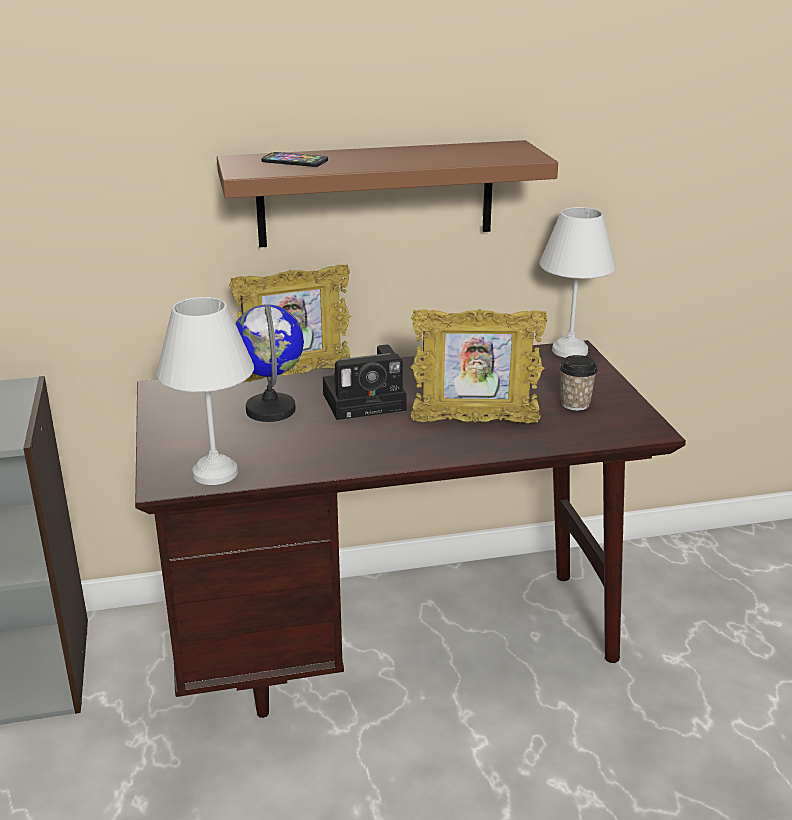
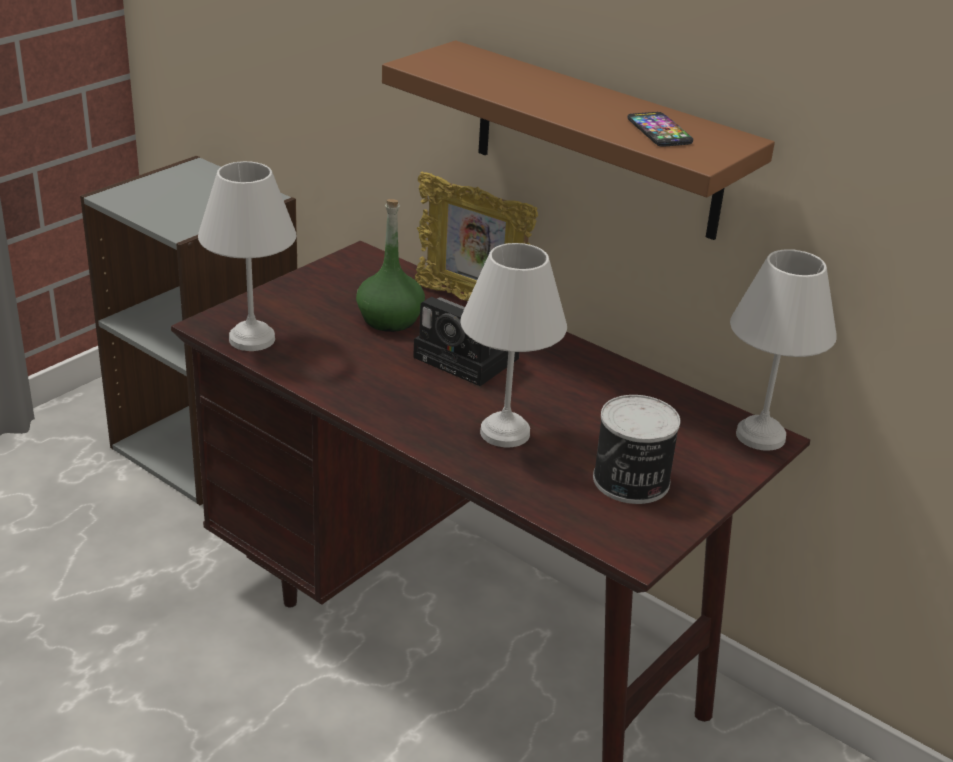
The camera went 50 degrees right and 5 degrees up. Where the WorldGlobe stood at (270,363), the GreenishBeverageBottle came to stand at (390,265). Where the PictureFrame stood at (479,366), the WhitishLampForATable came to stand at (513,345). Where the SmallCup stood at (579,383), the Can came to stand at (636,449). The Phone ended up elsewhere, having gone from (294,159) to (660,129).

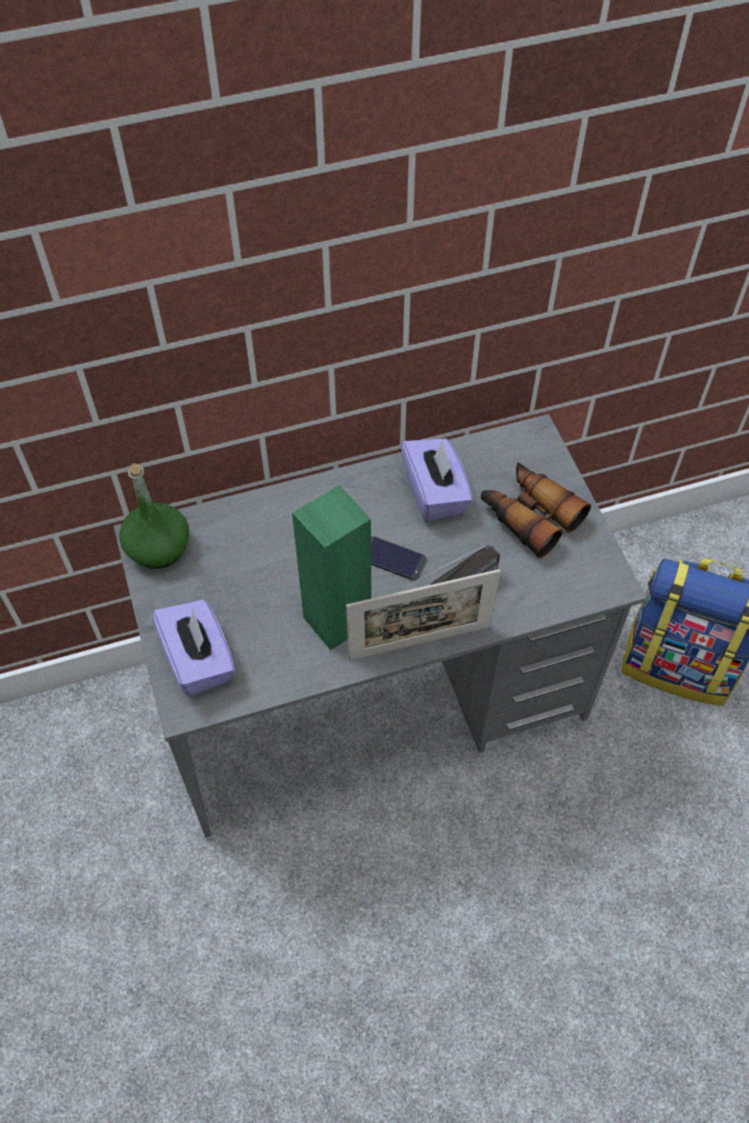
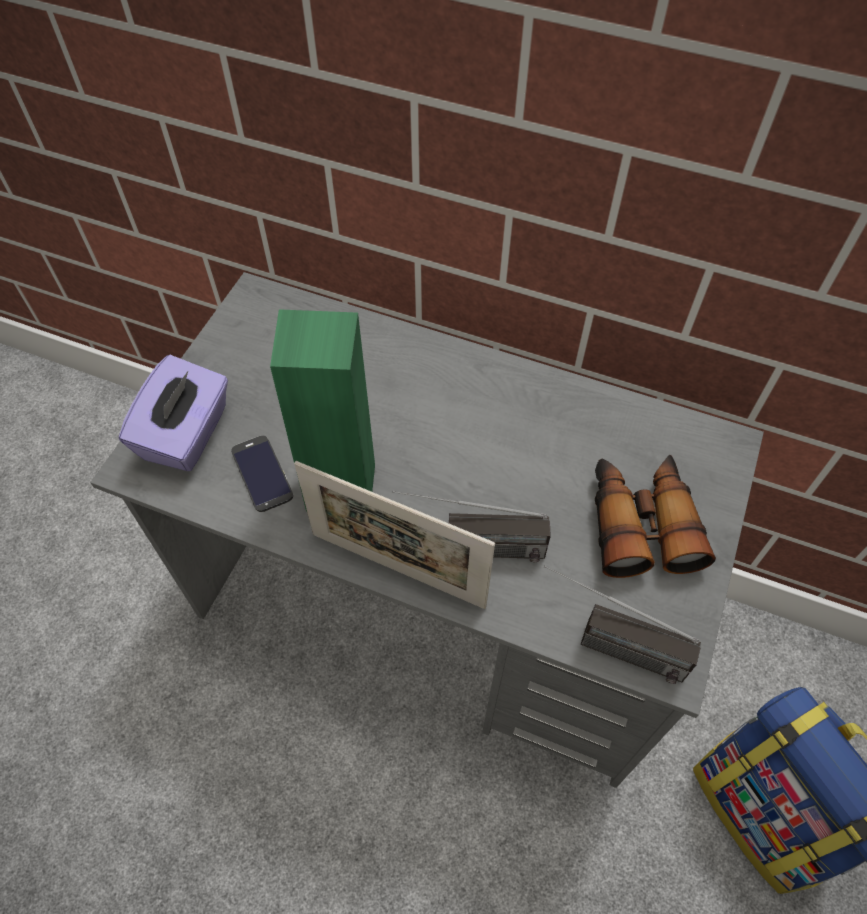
The camera went 40 degrees right and 0 degrees up. The Phone ended up elsewhere, having gone from (399,558) to (262,473). The second view gained the Radio at (622,625). The second view lost the GreenishBeverageBottle at (154,516). The second view lost the PurplishTissueHolder at (437,480).

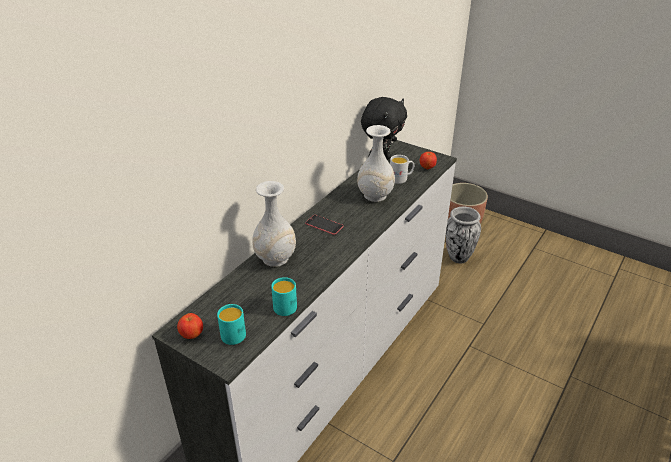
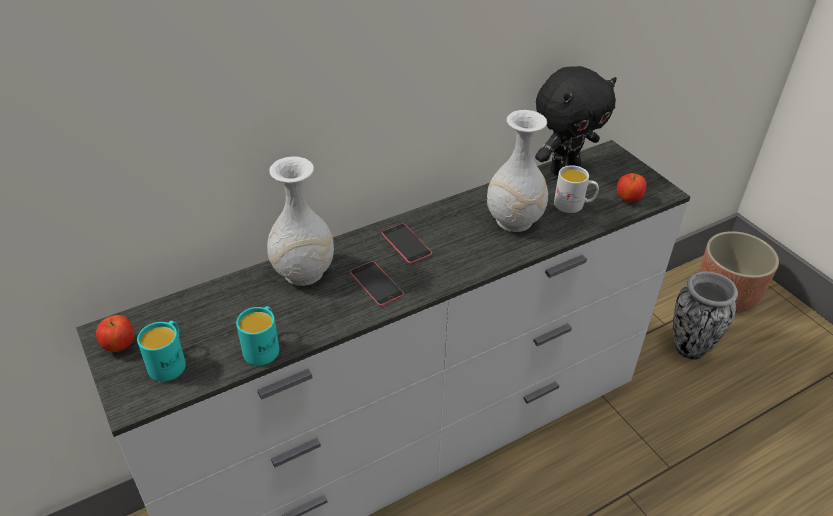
The camera went 25 degrees right and 5 degrees up. The second view gained the Phone at (377,283).

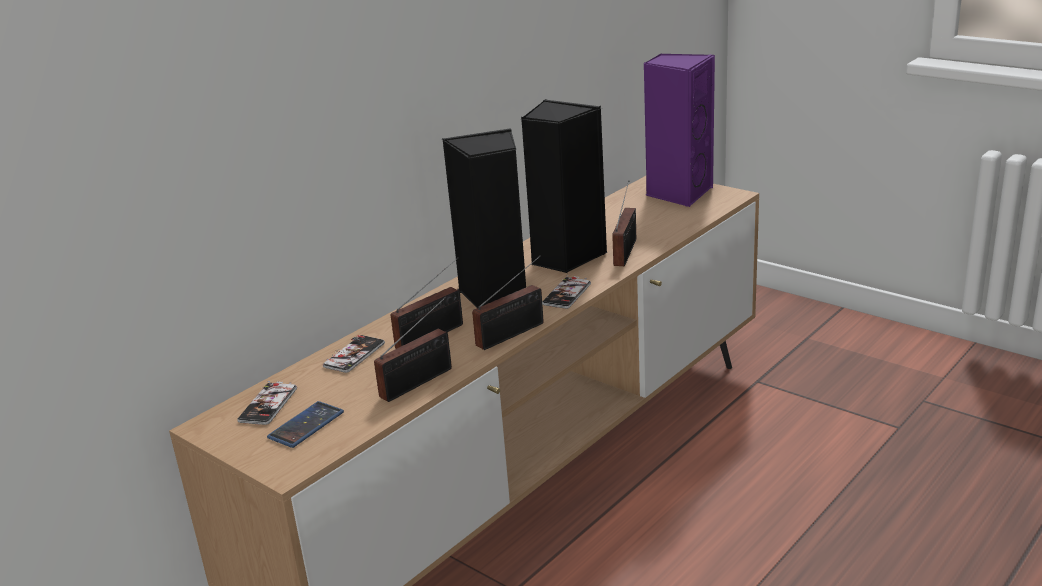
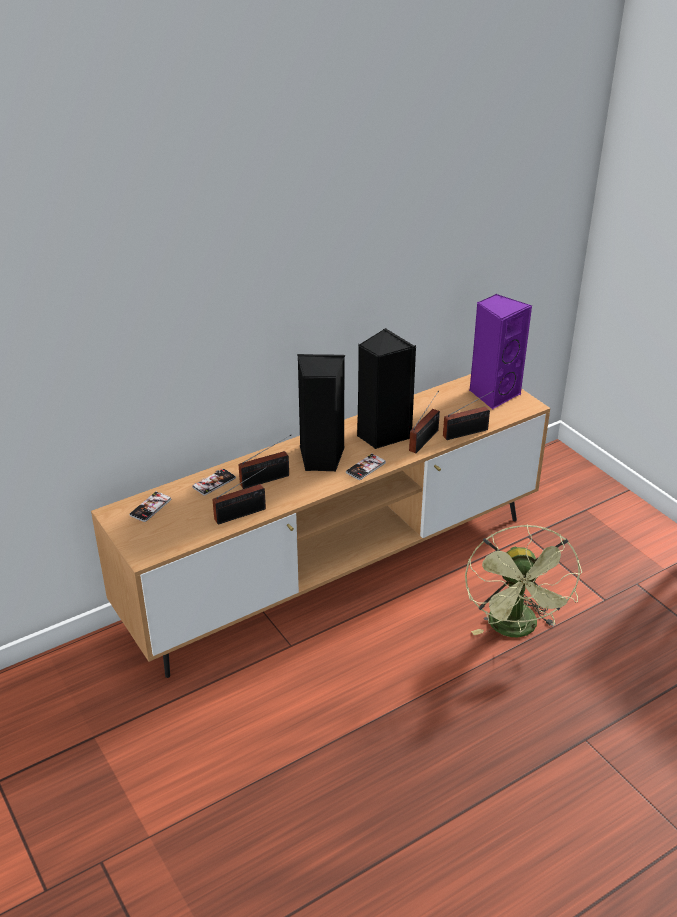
The camera went 15 degrees right and 10 degrees up. The Radio ended up elsewhere, having gone from (508,302) to (468,415). The second view gained the GreenishCoolingFan at (523,580). The second view lost the Phone at (305,424).

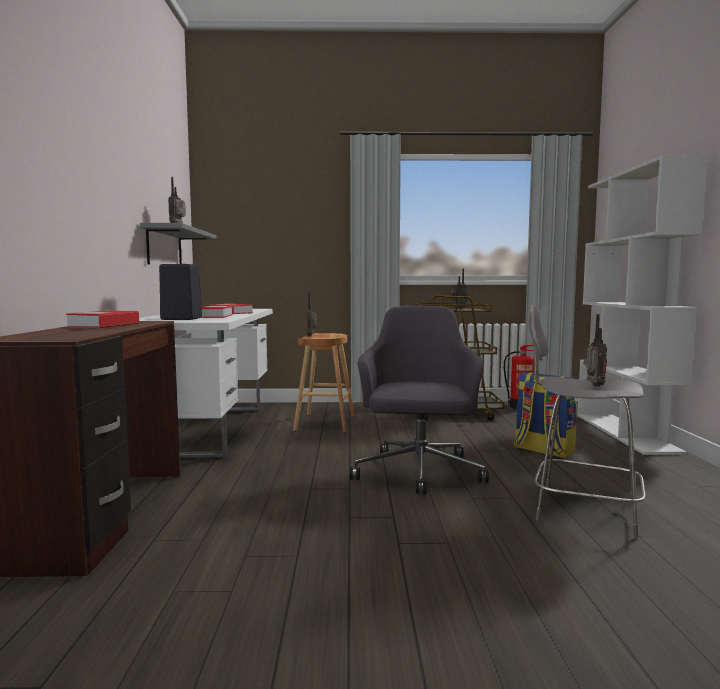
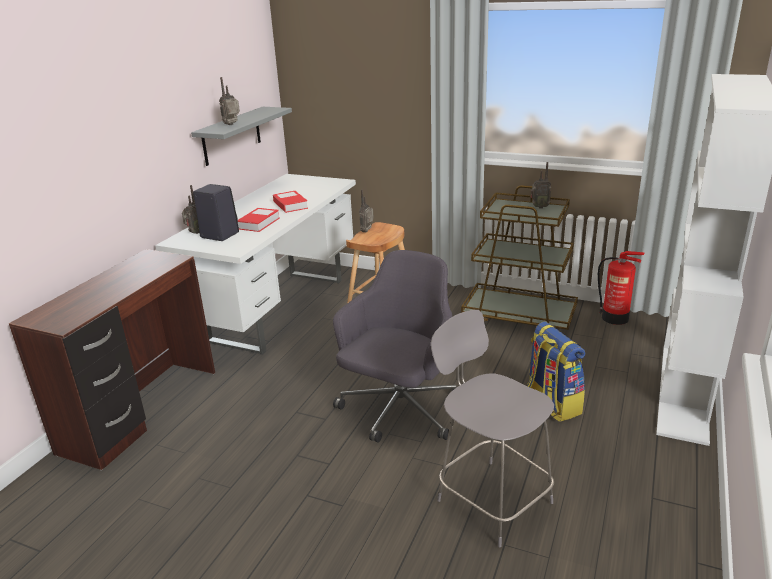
The camera went 25 degrees right and 20 degrees up. The Radio ended up elsewhere, having gone from (595,350) to (190,209). The second view lost the BoundBook at (102,319).

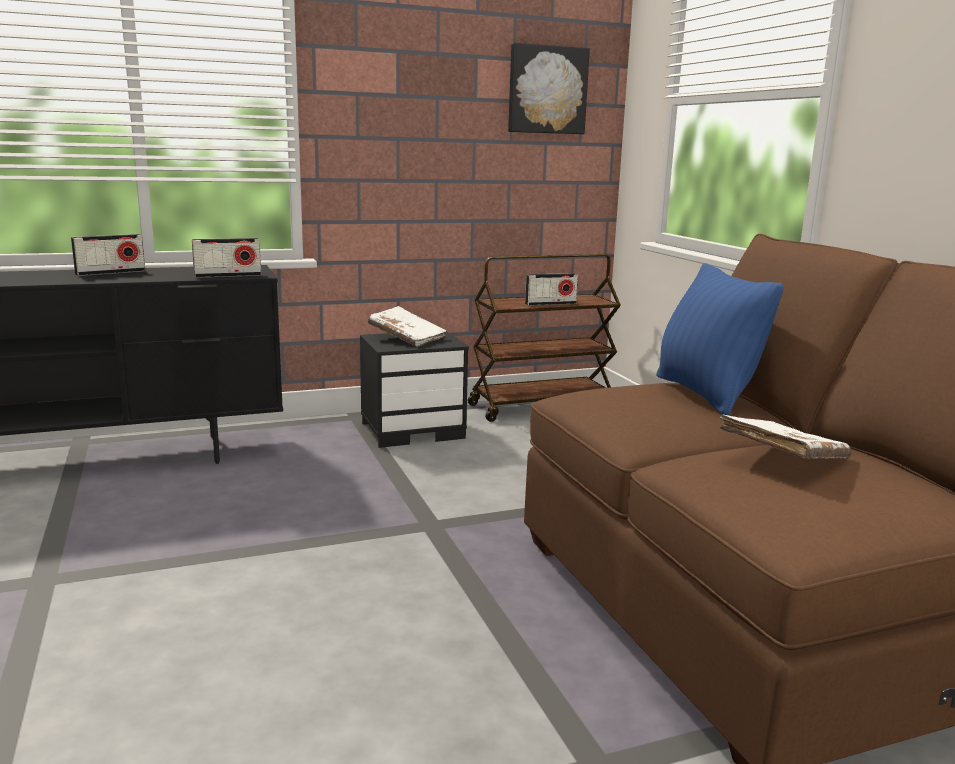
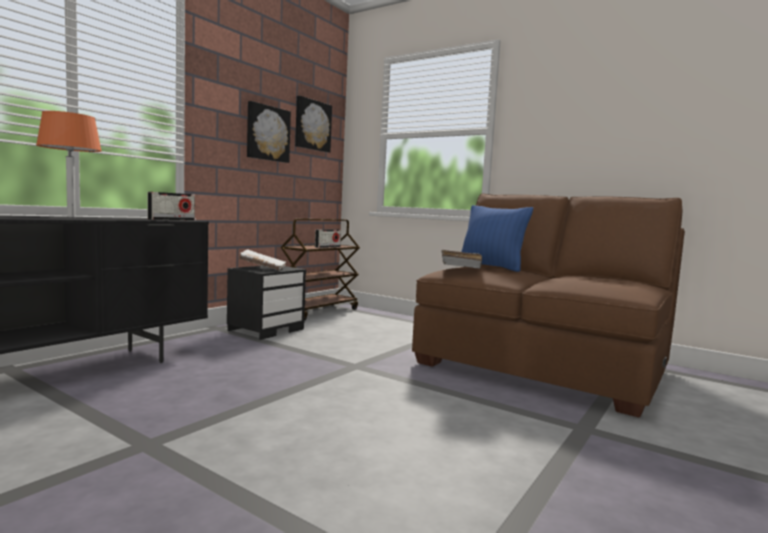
The camera went 35 degrees left and 10 degrees down. Where the Radio stood at (108,255), the OrangeyLampForATable came to stand at (69,164). The second view gained the Picture at (269,132). The WhitishBoundBook ended up elsewhere, having gone from (785,436) to (461,259).

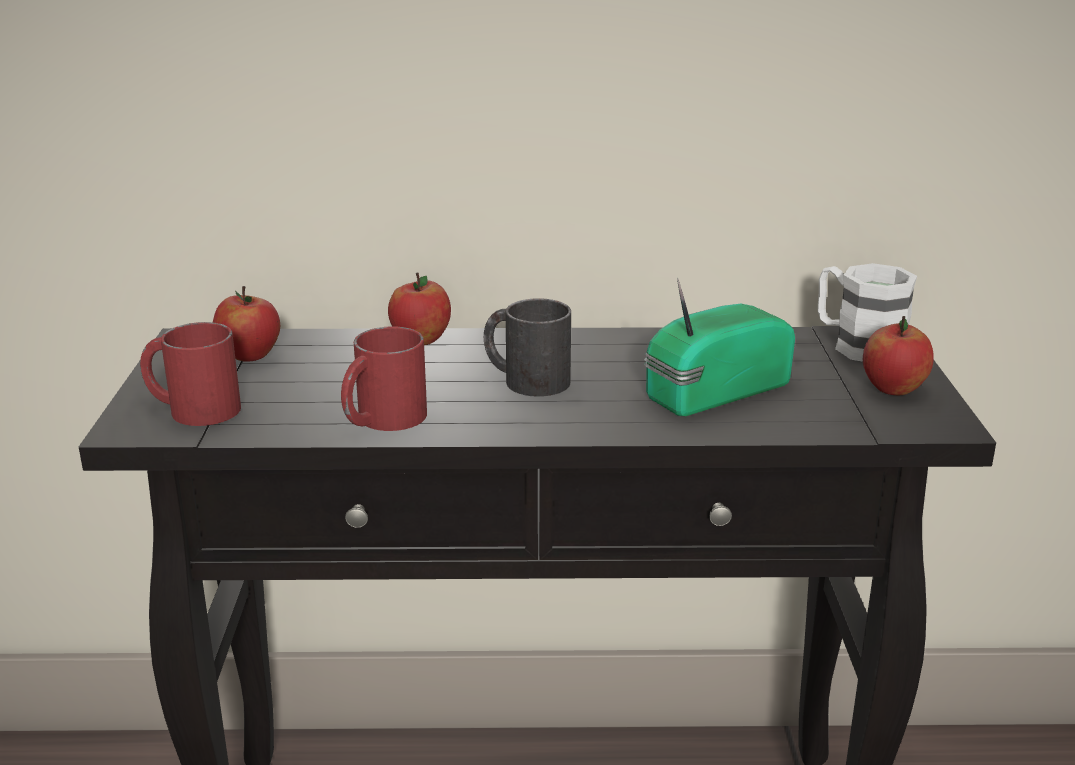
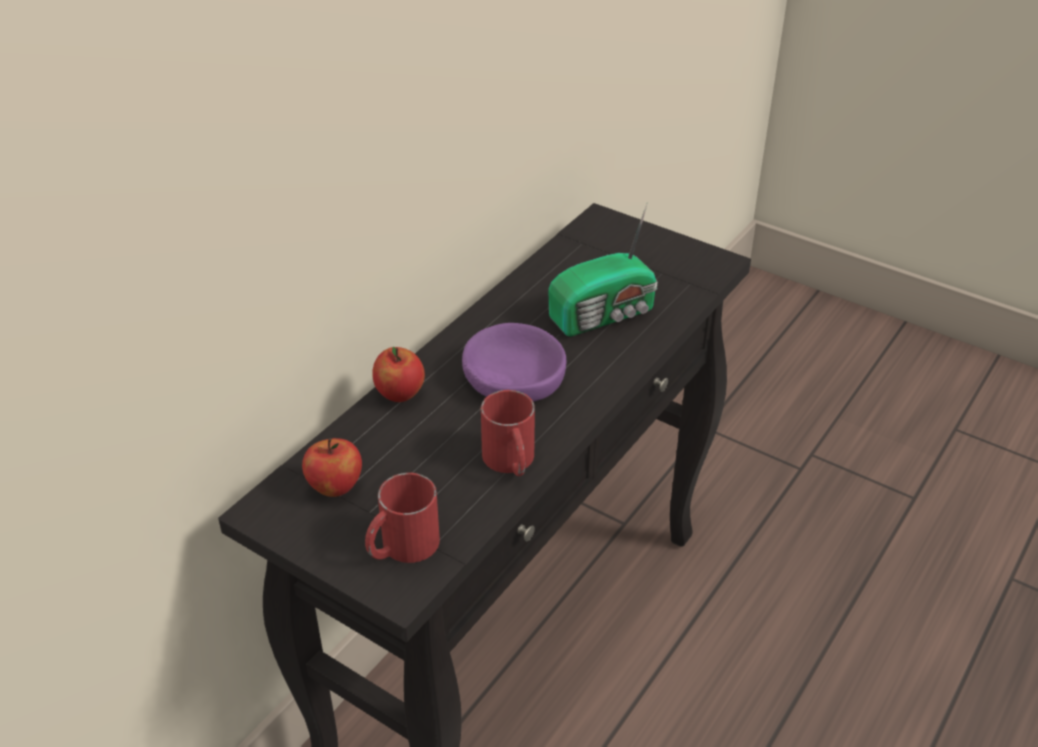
The camera went 55 degrees left and 15 degrees up. Where the BlackColouredMug stood at (527,347), the PurplishServingBowl came to stand at (514,362). The Radio at (719,347) ended up facing another way, 120 degrees counterclockwise from before. The second view lost the WhitishMug at (867,312). The second view lost the AppleFruit at (898,355).

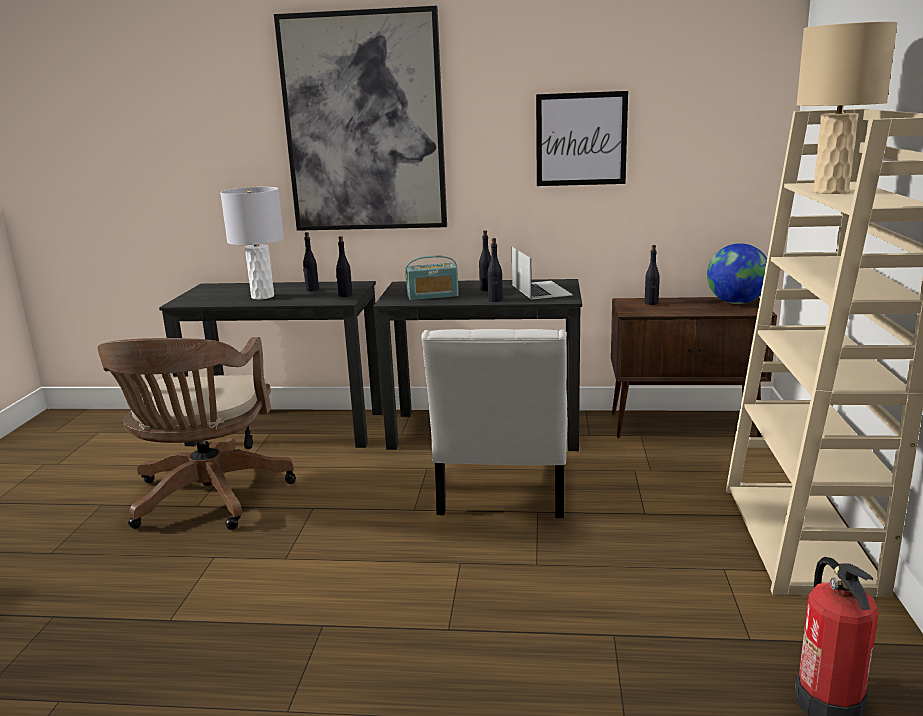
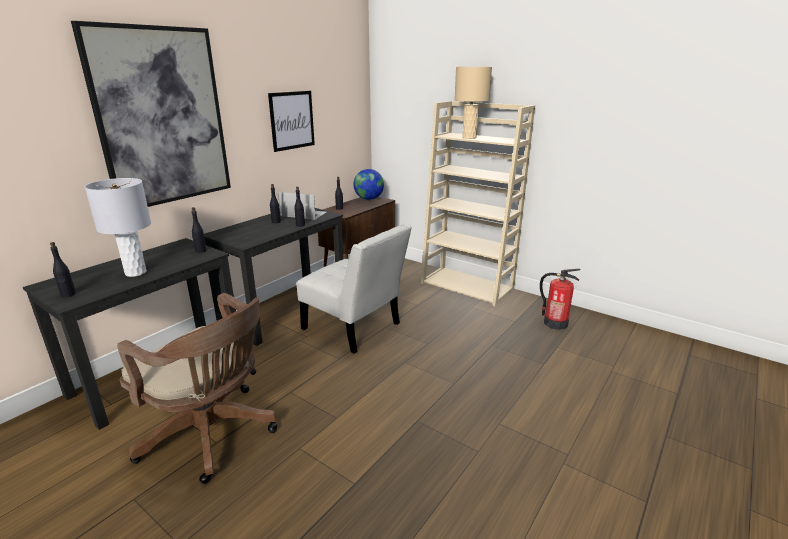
The camera went 60 degrees left and 5 degrees up. The BlackColouredBeverageBottle ended up elsewhere, having gone from (311,261) to (63,269). The second view lost the Radio at (432,278).

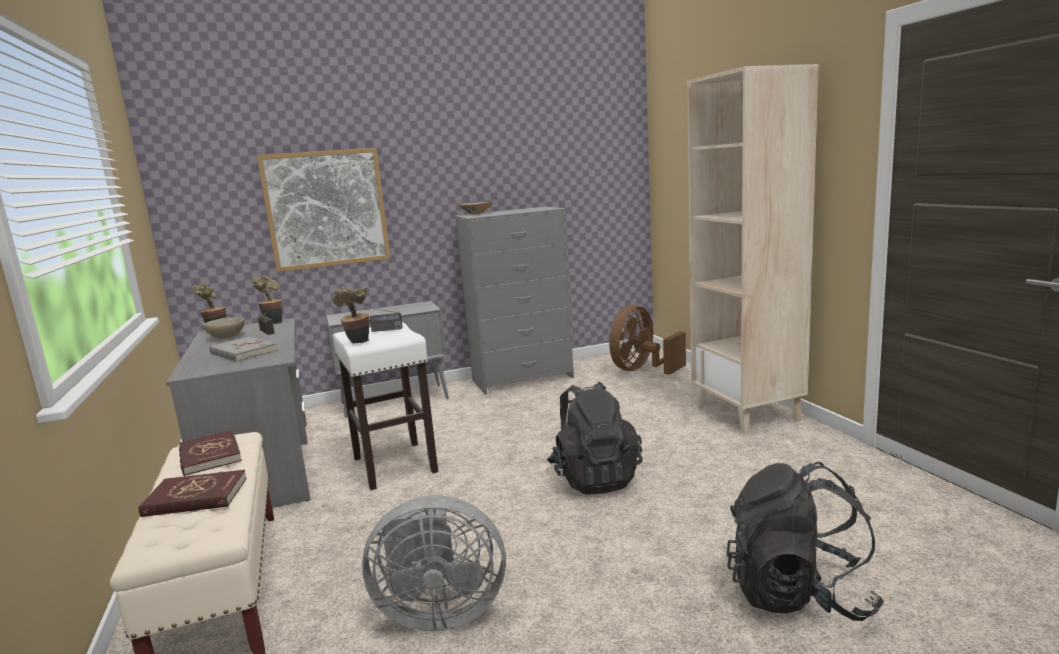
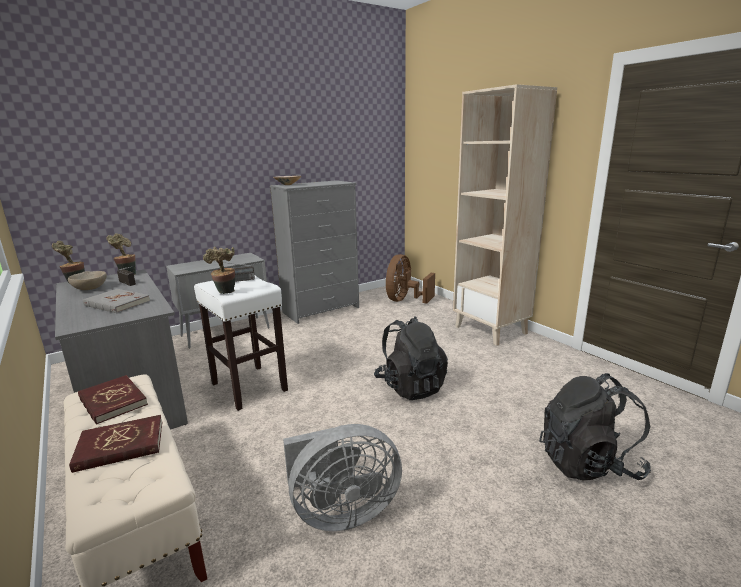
The camera went 15 degrees left and 5 degrees up. The second view lost the Picture at (324,210).

